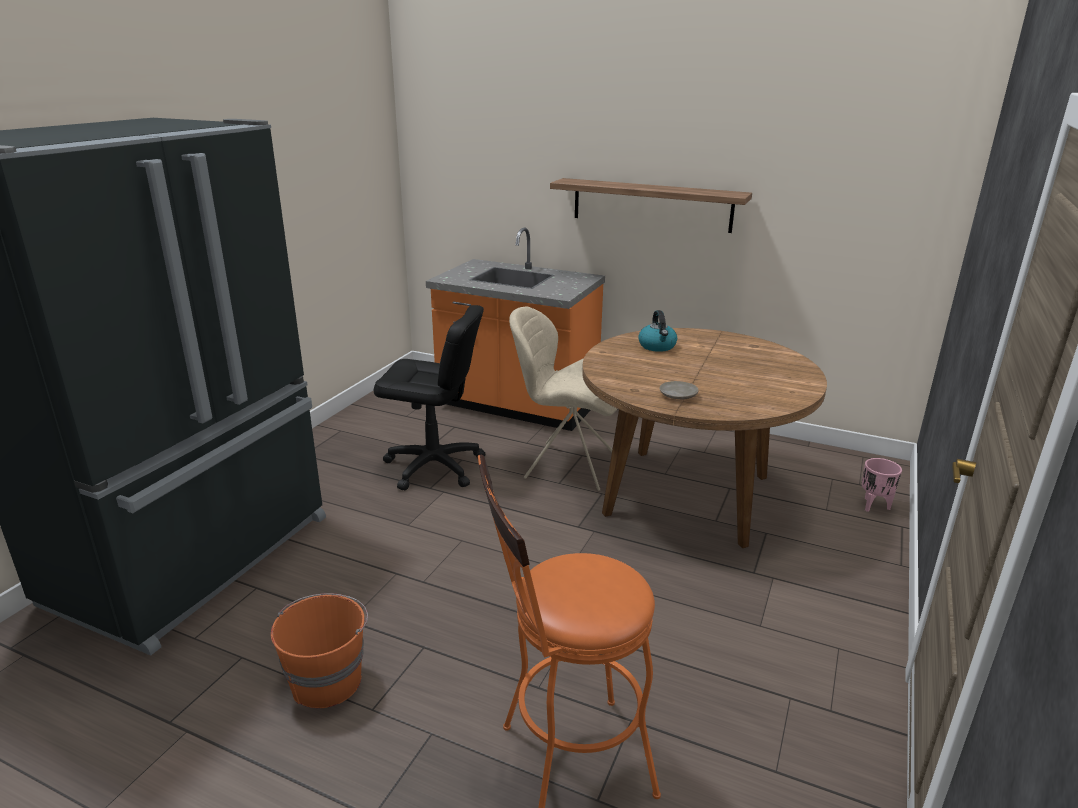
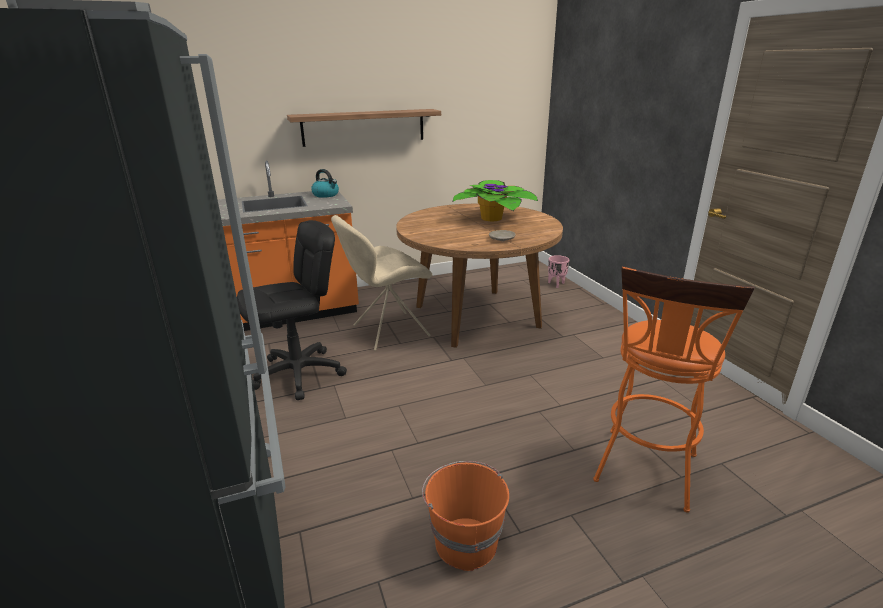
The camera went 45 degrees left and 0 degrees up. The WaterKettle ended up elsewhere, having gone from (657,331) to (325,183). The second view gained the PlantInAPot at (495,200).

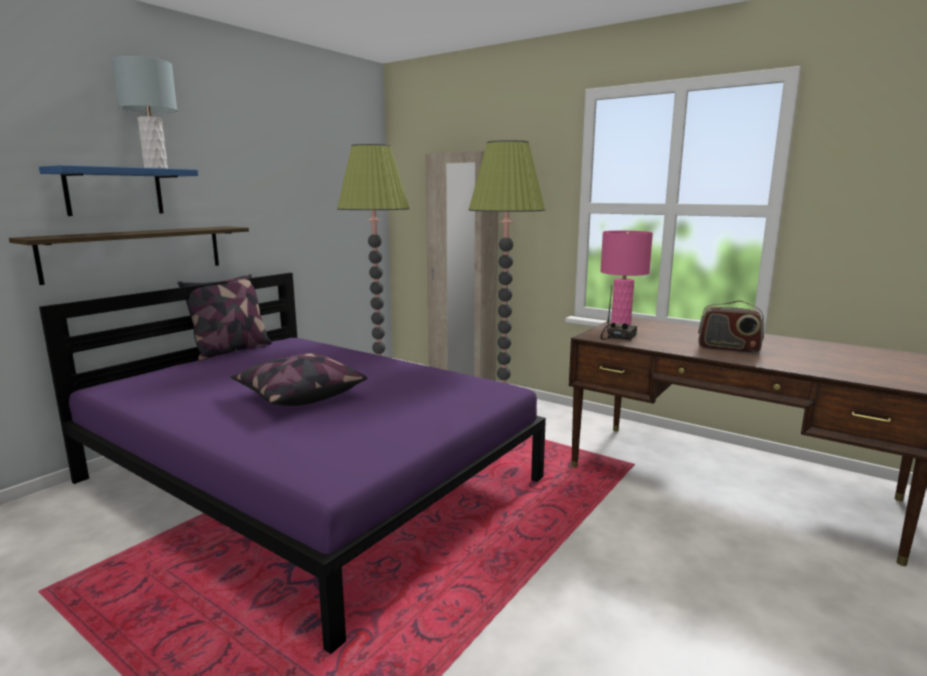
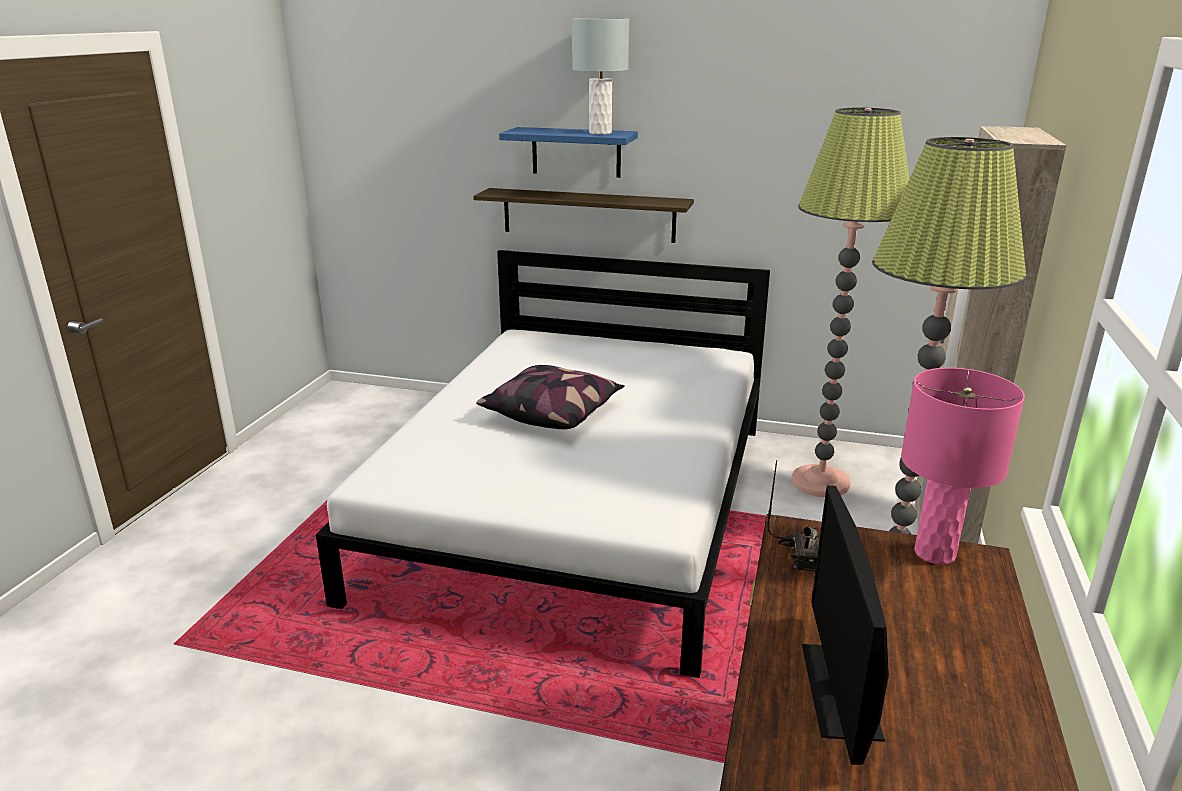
The camera went 70 degrees right and 10 degrees up. What was the PurplishBedroomBed at (292,463) turned into the WhitishBedroomBed at (543,464). Where the Radio stood at (731,327), the ComputerScreen came to stand at (845,625). The second view lost the Pillow at (225,317).

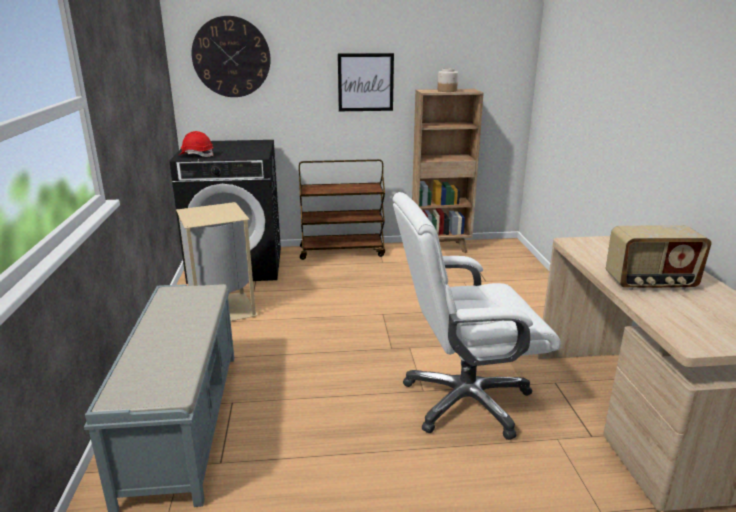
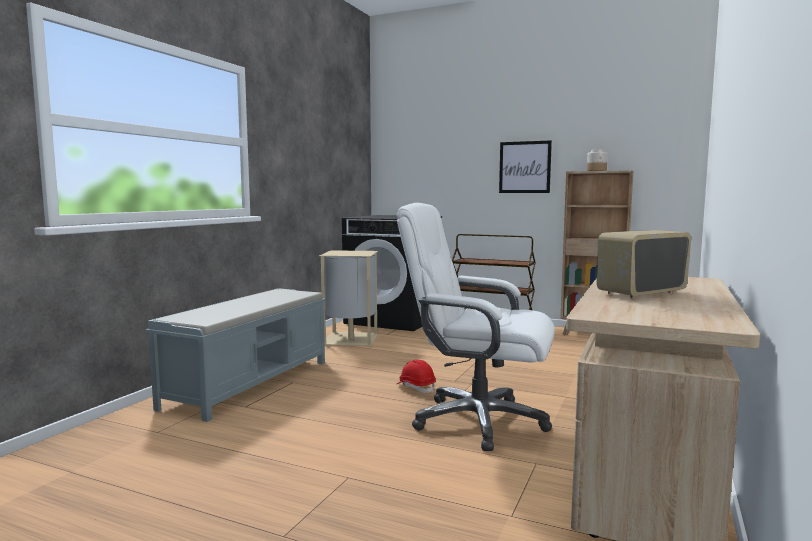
The camera went 30 degrees right and 15 degrees down. The RedColouredSafetyHelmet ended up elsewhere, having gone from (196,144) to (416,376). The Radio at (659,258) ended up facing another way, 120 degrees clockwise from before. The second view lost the HangingClock at (231,56).

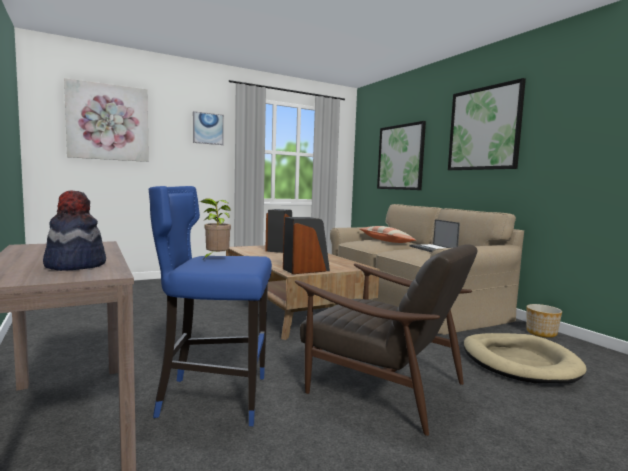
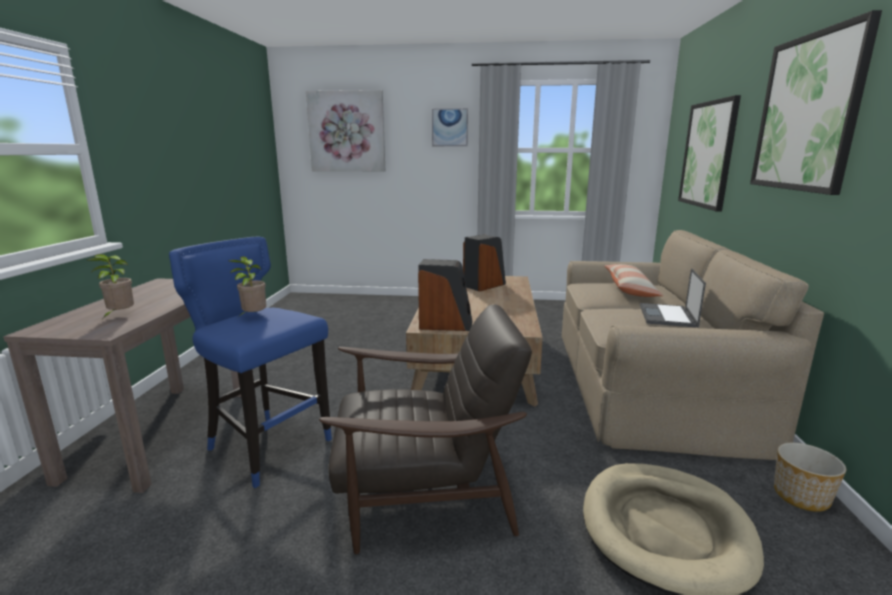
The camera went 35 degrees right and 10 degrees up. Where the WearableHat stood at (74,231), the PlantInAPot came to stand at (110,286). The BrownColouredArmchair at (386,340) ended up facing another way, 75 degrees counterclockwise from before.

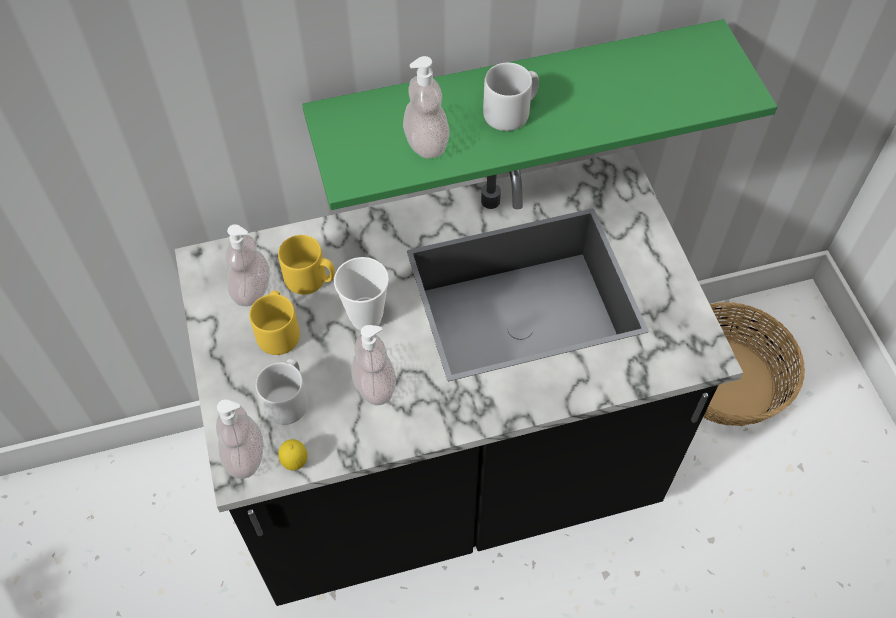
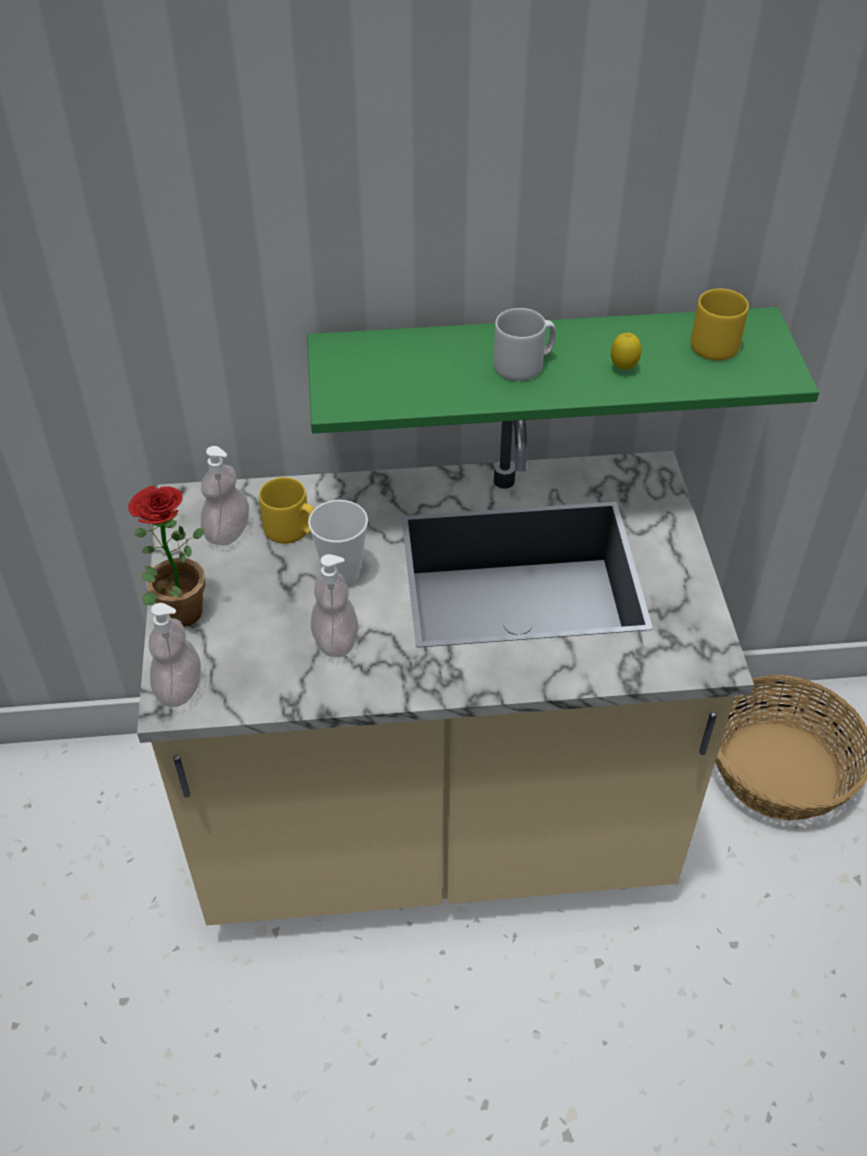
The camera went 10 degrees right and 10 degrees down. The second view gained the PlantInAPot at (167,556). What was the BlackColouredKitchenBaseUnit at (459,378) turned into the SandColouredKitchenBaseUnit at (445,672). The CitrusFruit ended up elsewhere, having gone from (293,454) to (626,351). The YellowColouredMug ended up elsewhere, having gone from (274,323) to (720,325). The second view lost the GrayMug at (282,392). The second view lost the SoapBottle at (426,107).

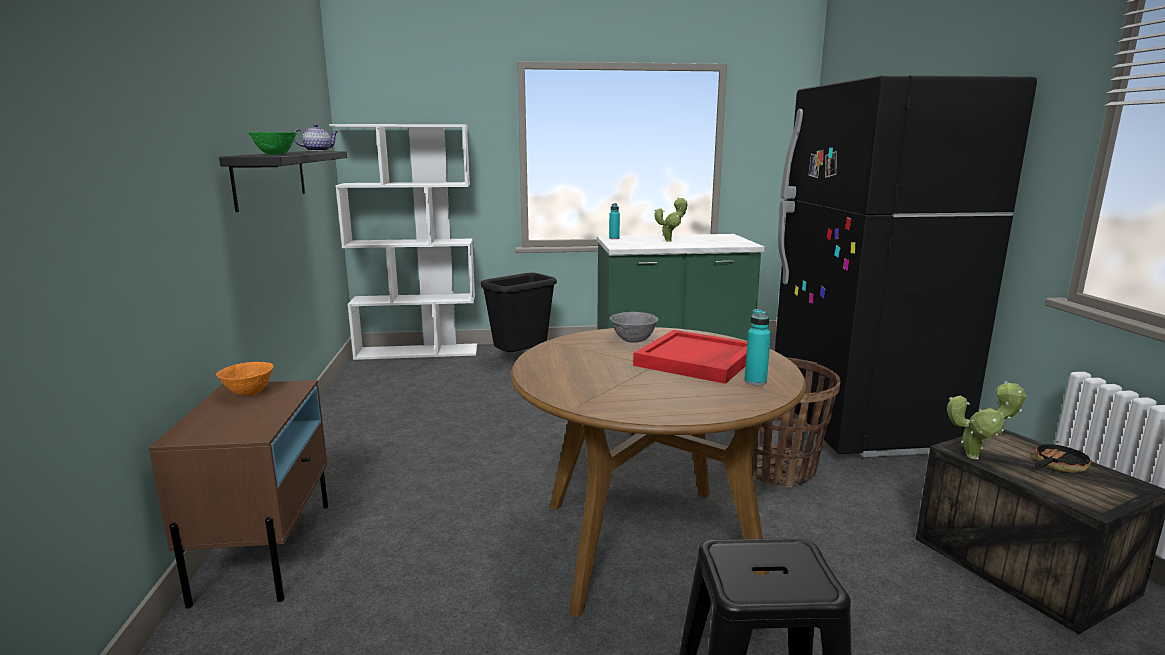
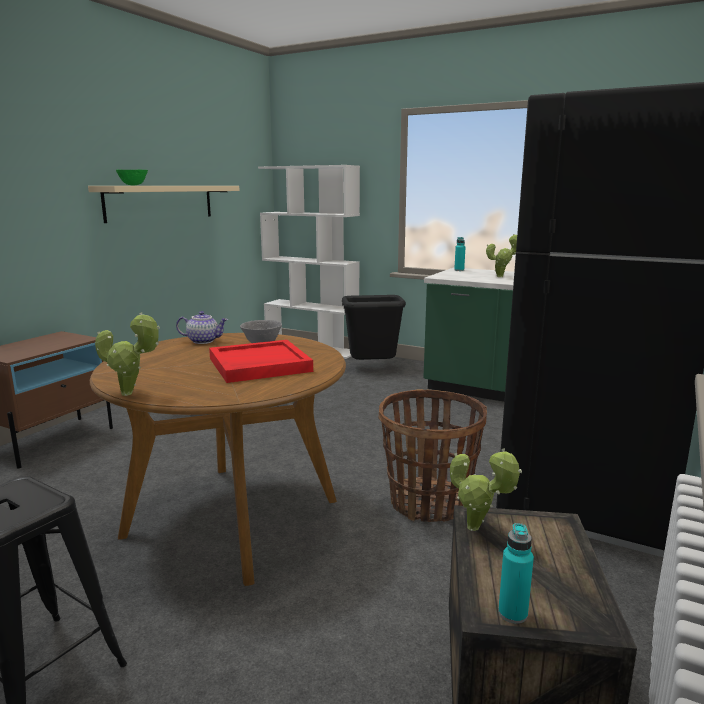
The camera went 35 degrees right and 0 degrees up. What was the BlackColouredWallShelf at (283,181) turned into the SandColouredWallShelf at (164,204). The second view gained the PlantInAPot at (127,354). The Teapot ended up elsewhere, having gone from (316,137) to (202,327). The BlueGreenBeverageBottle ended up elsewhere, having gone from (758,347) to (516,573). The second view lost the OrangeyServingBowl at (245,379). The second view lost the Skillet at (1063,456).

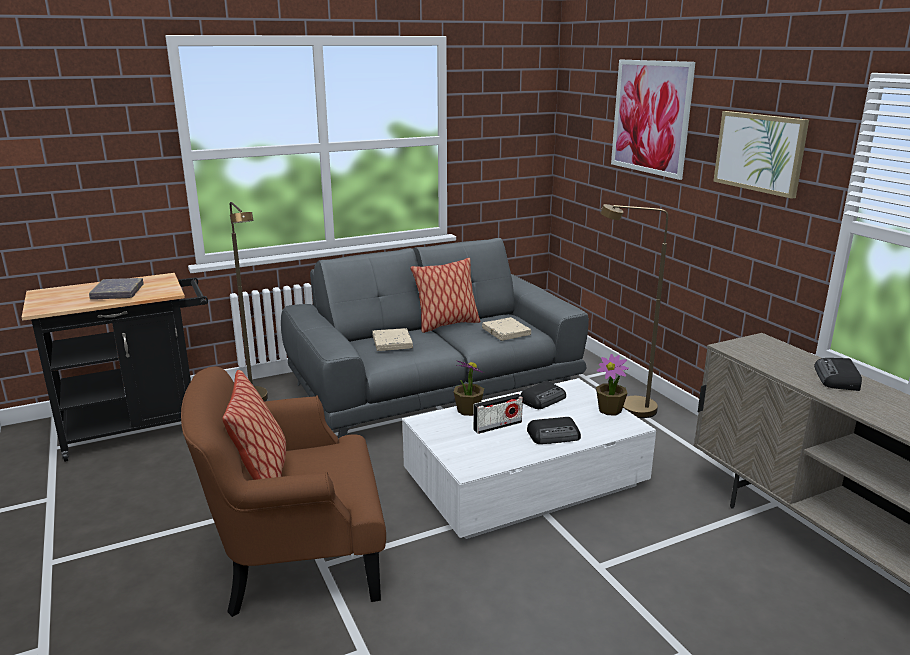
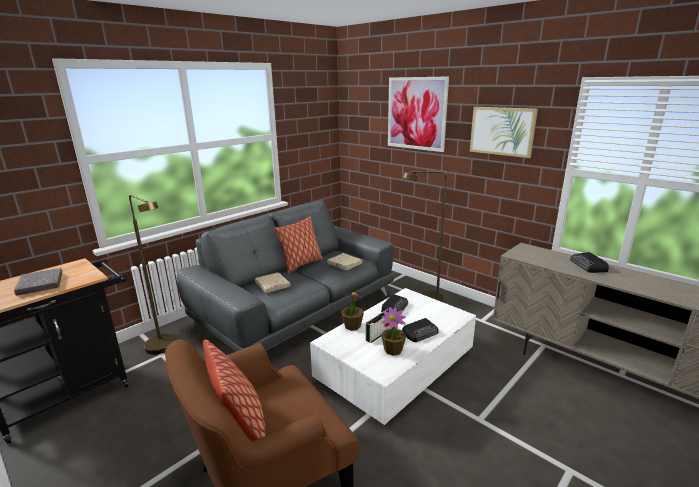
The camera went 20 degrees left and 0 degrees up. The PlantInAPot ended up elsewhere, having gone from (612,384) to (393,331).

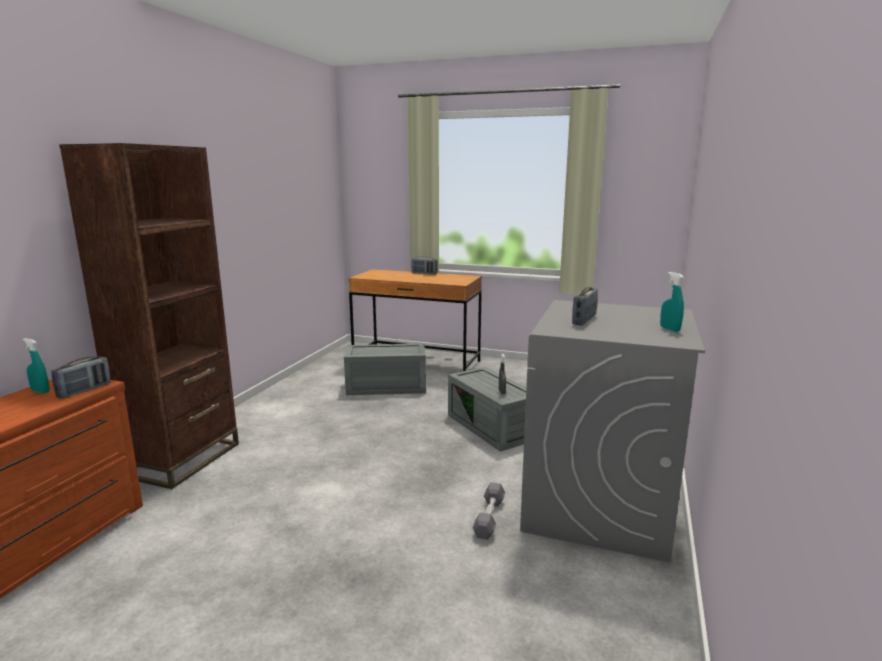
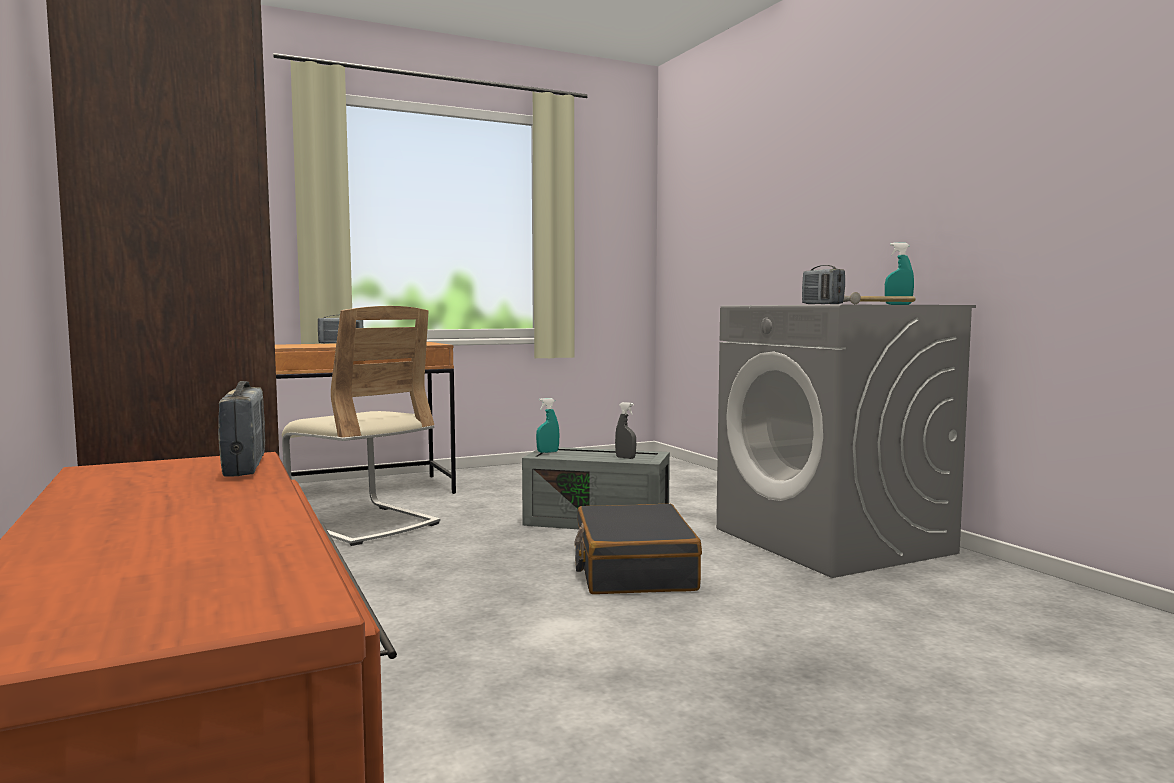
The camera went 45 degrees left and 10 degrees down. Where the GrayStorageBin stood at (385,369), the SandColouredChair came to stand at (361,426). The BlueGreenSprayer ended up elsewhere, having gone from (36,365) to (547,425). The second view gained the BlackColouredTravelCase at (638,549). The second view gained the Hammer at (879,298). The second view lost the GrayHandWeight at (488,511).

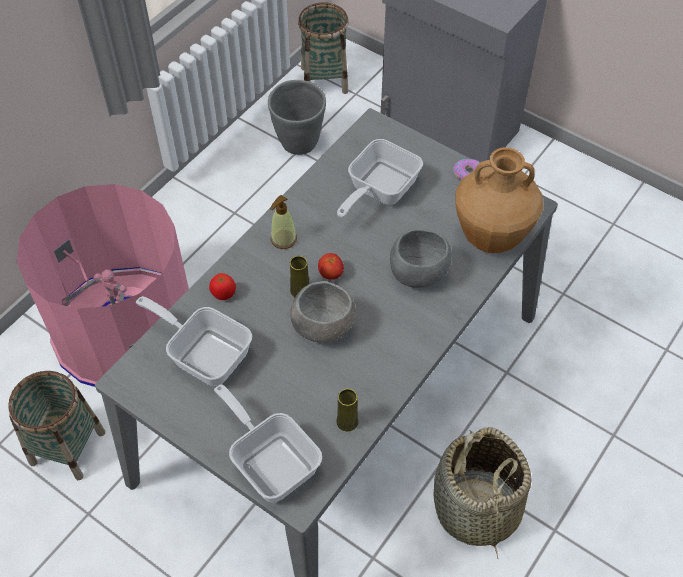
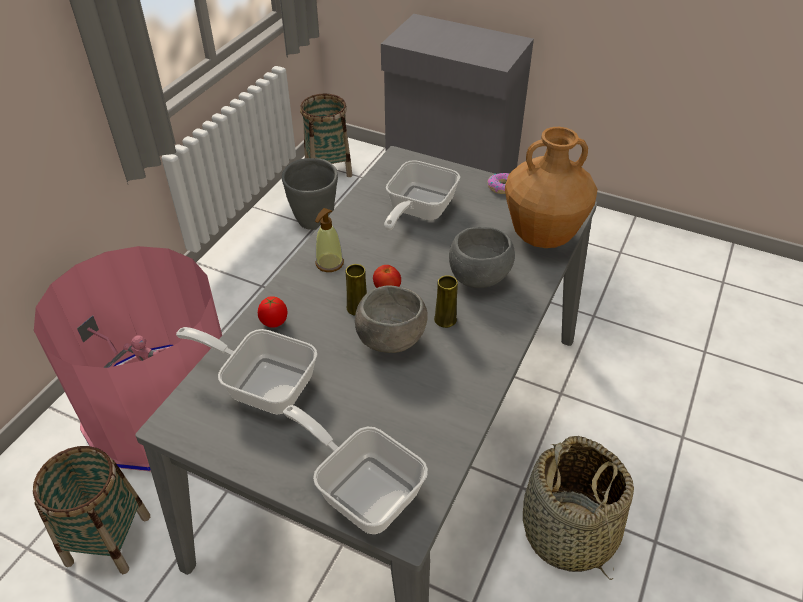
The camera went 10 degrees left and 10 degrees down. The YellowColouredVase ended up elsewhere, having gone from (347,410) to (446,301).

